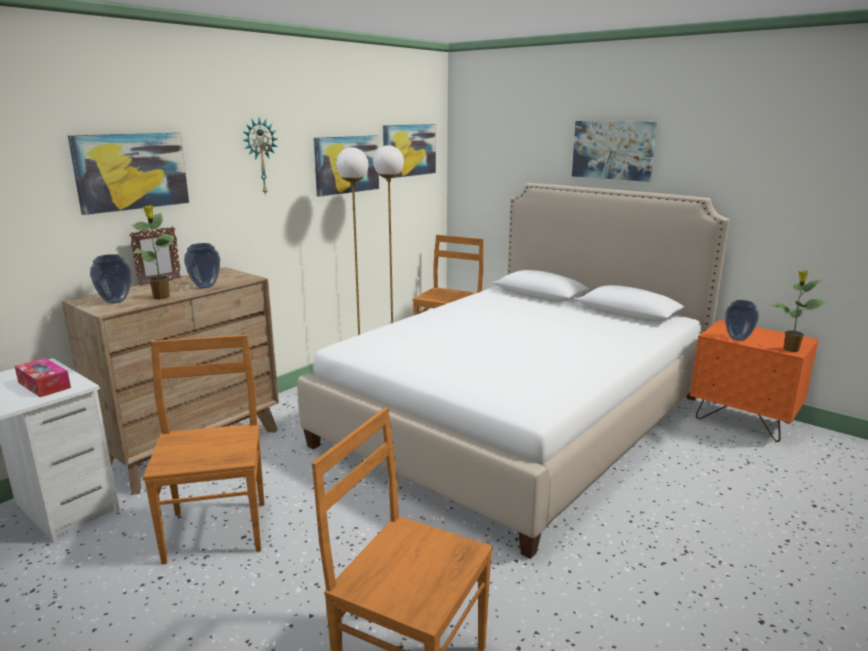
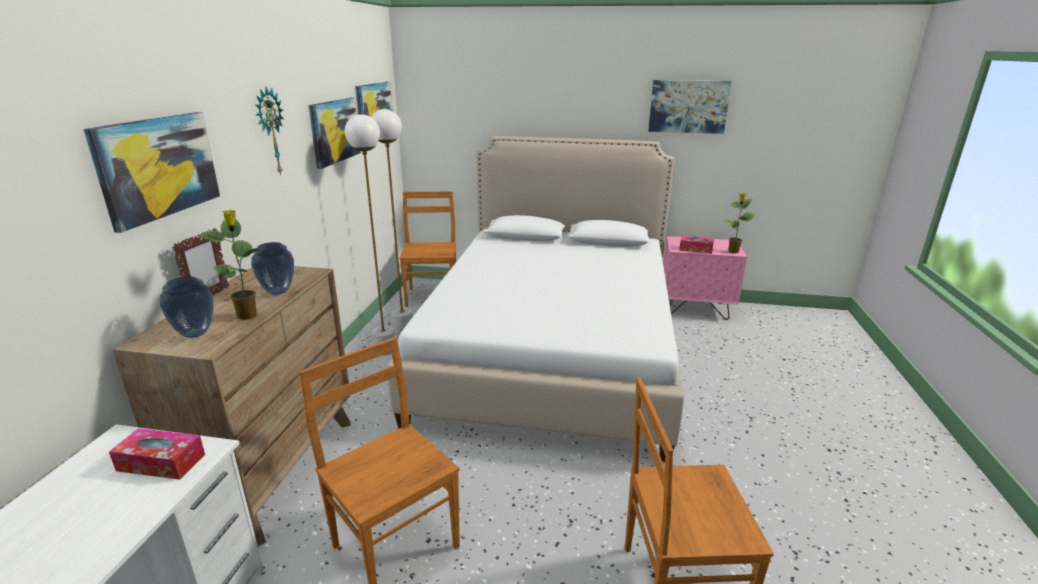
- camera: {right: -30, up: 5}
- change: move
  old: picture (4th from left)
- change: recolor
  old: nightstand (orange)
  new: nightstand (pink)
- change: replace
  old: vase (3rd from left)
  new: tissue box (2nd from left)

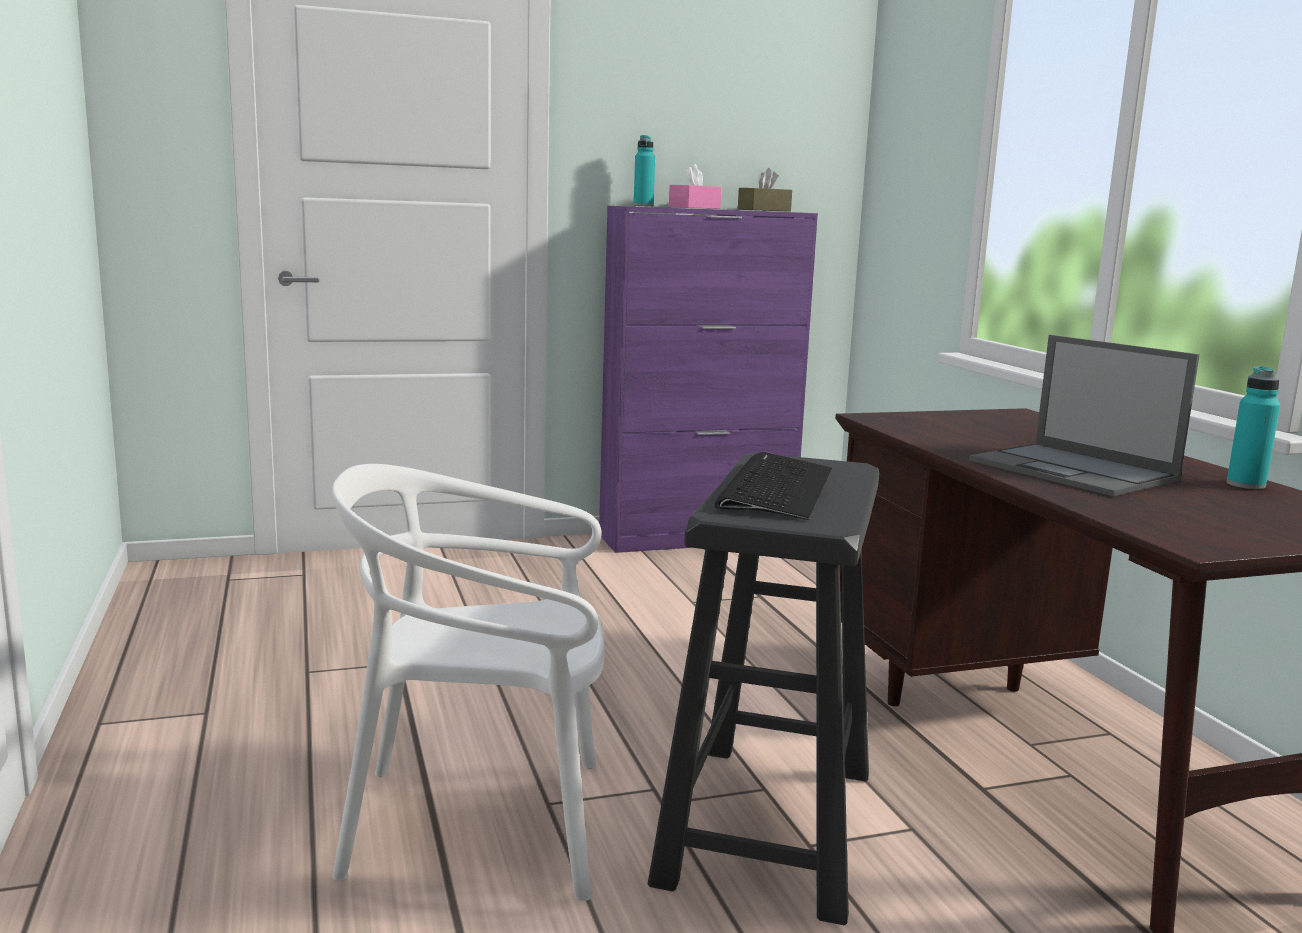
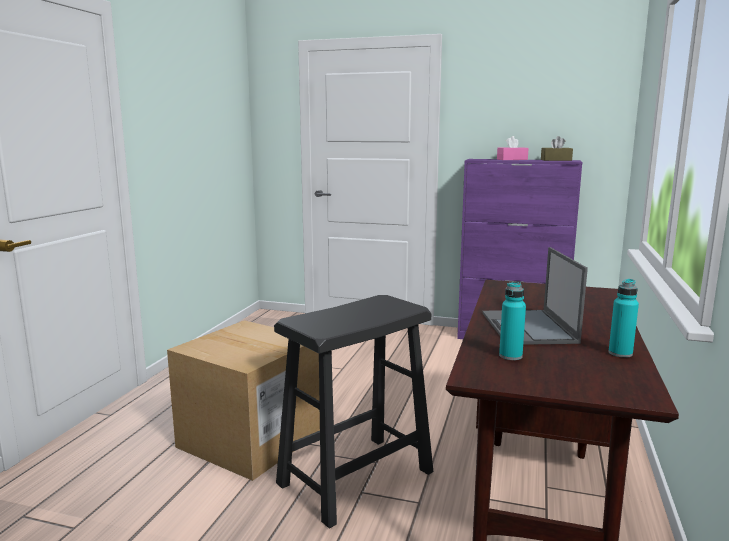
- camera: {right: 35, up: 0}
- change: replace
  old: chair (white)
  new: cardboard box
- change: move
  old: bottle (turquoise) (1st from left)
- change: delete
  old: keyboard

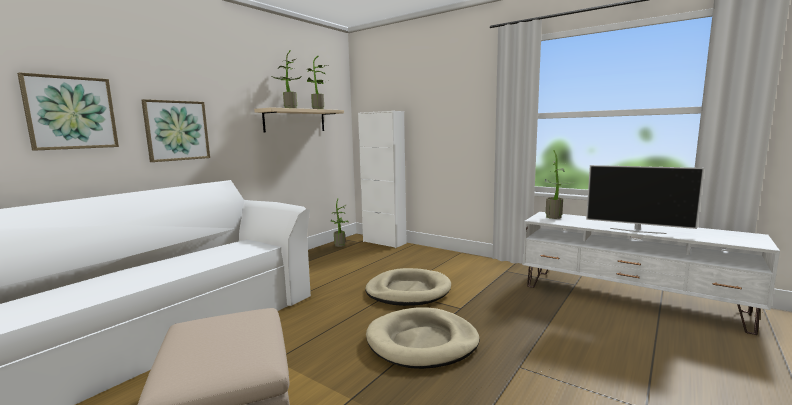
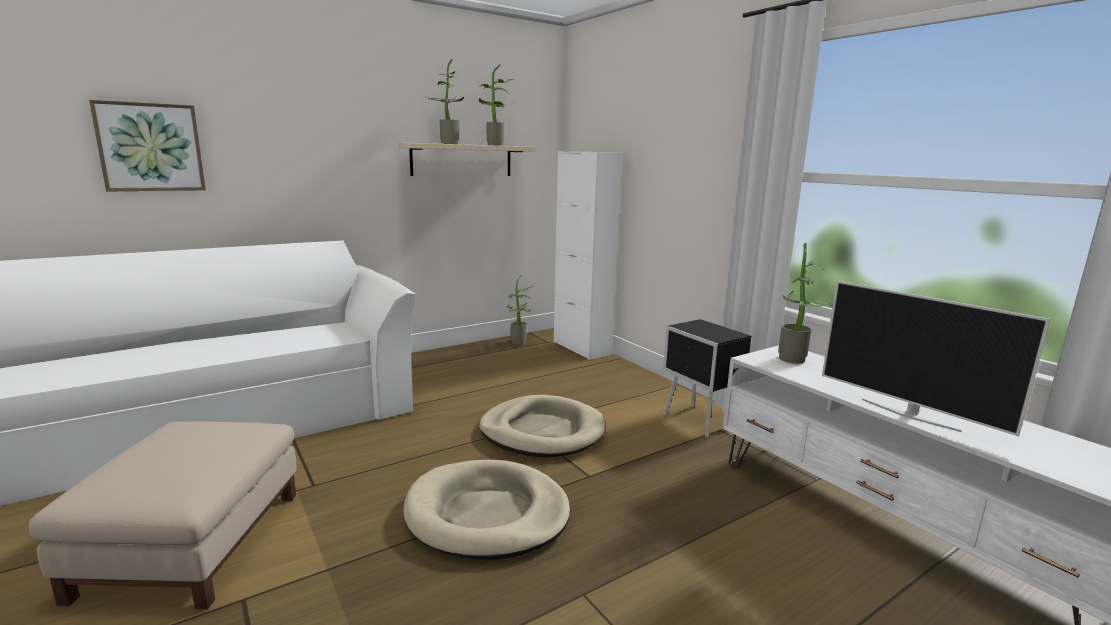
- camera: {right: 20, up: 5}
- change: delete
  old: picture (2nd from left)
- change: insert
  new: nightstand (black)

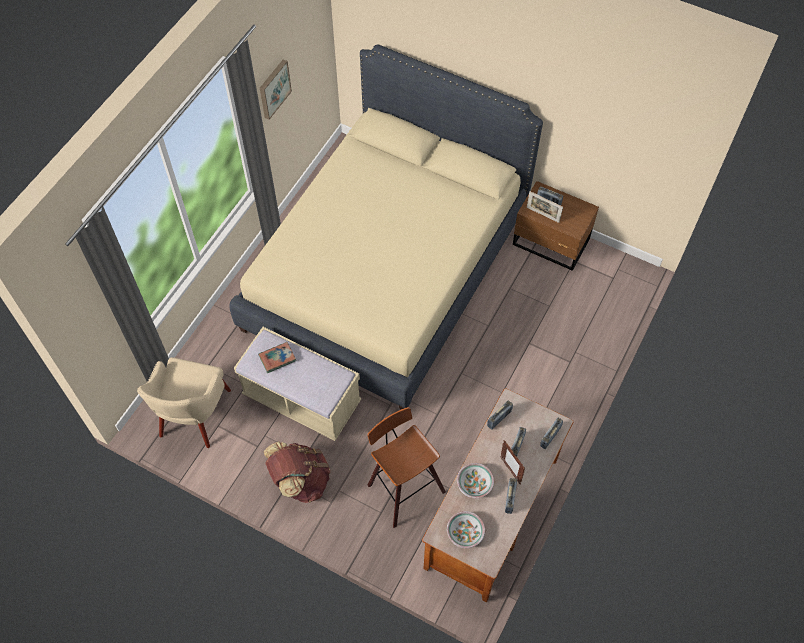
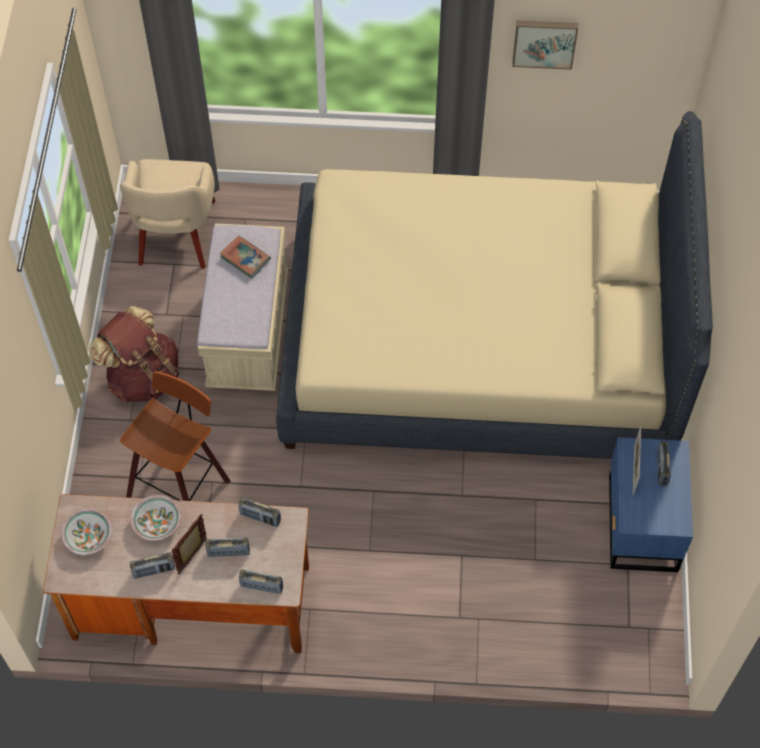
- camera: {right: 65, up: 0}
- change: rotate
  old: armchair (beige)
  degrees: -75
- change: recolor
  old: nightstand (brown)
  new: nightstand (blue)

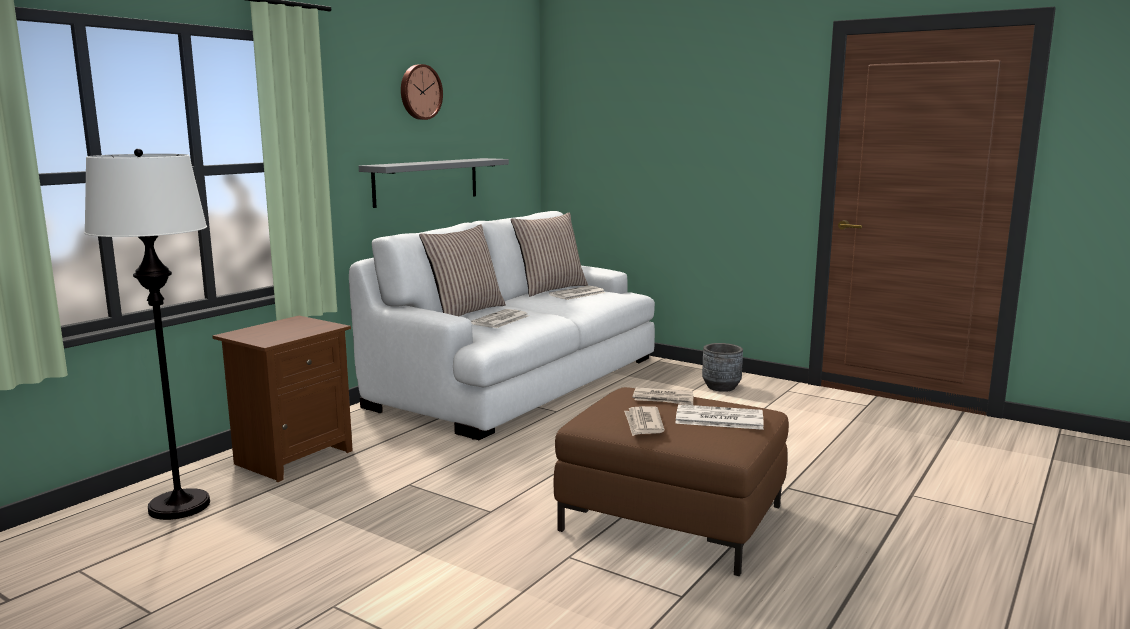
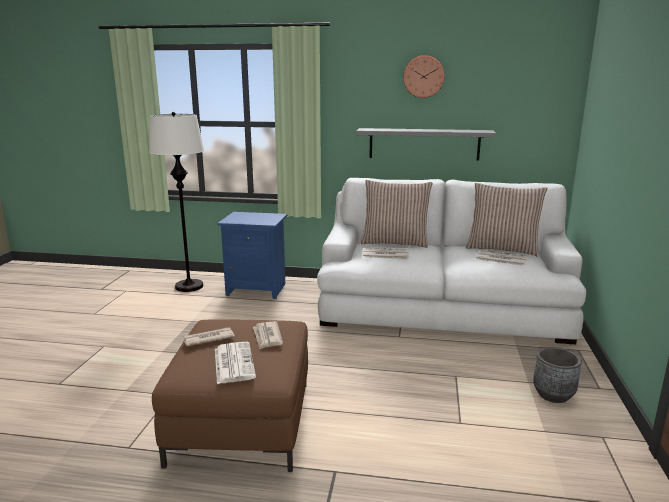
- camera: {right: 65, up: 5}
- change: recolor
  old: nightstand (brown)
  new: nightstand (blue)

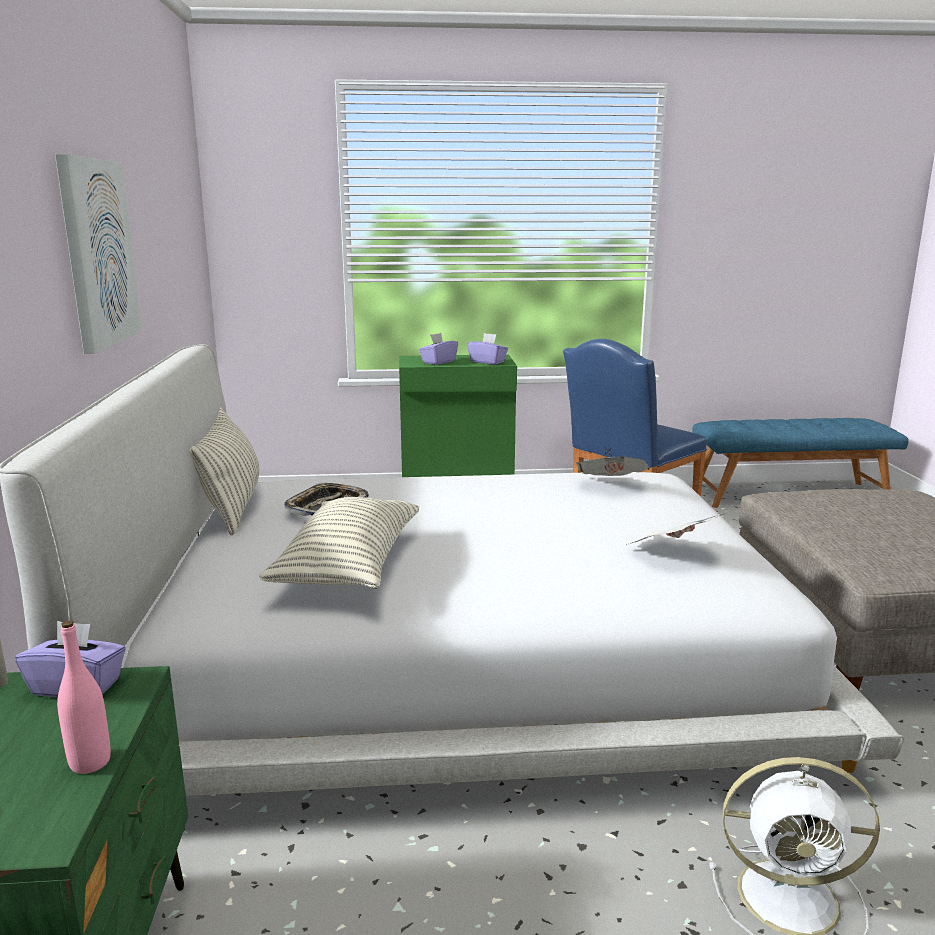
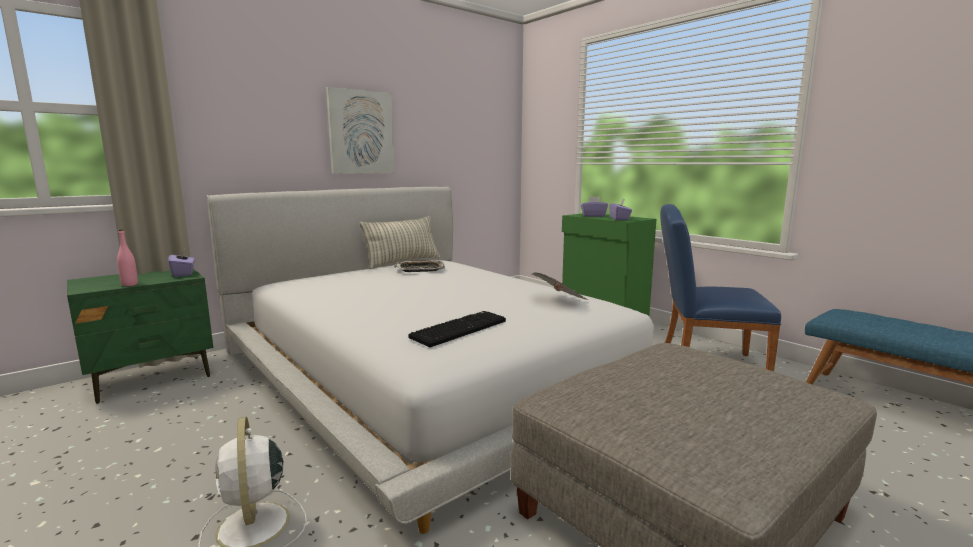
- camera: {right: 55, up: -5}
- change: delete
  old: pillow (2nd from left)
- change: replace
  old: newspaper (2nd from left)
  new: keyboard

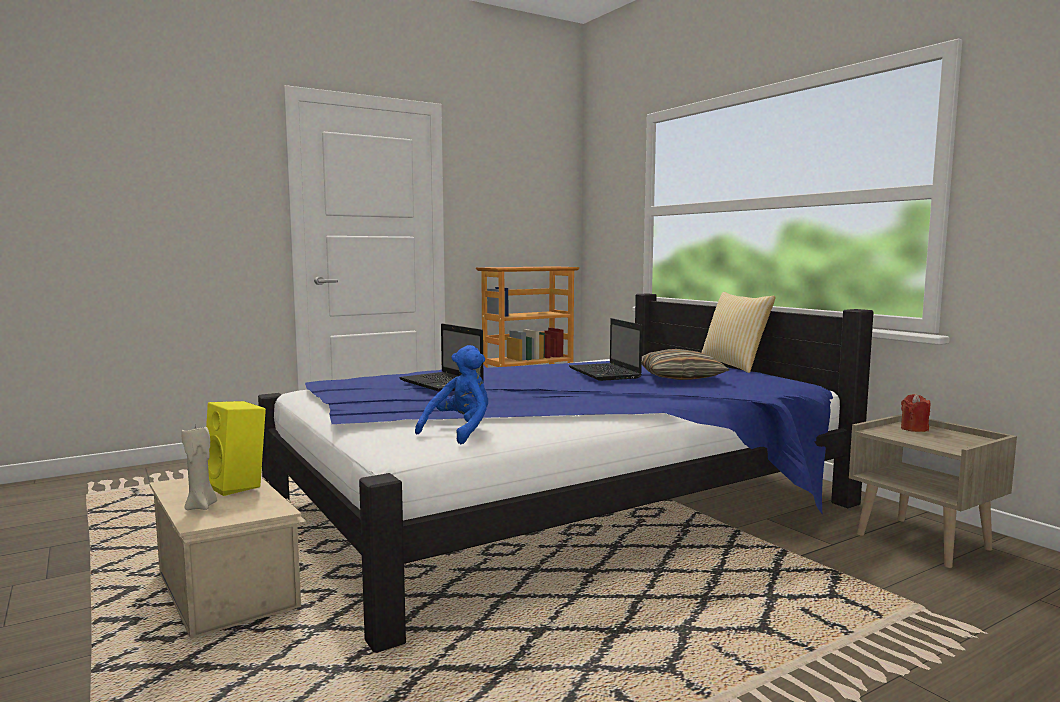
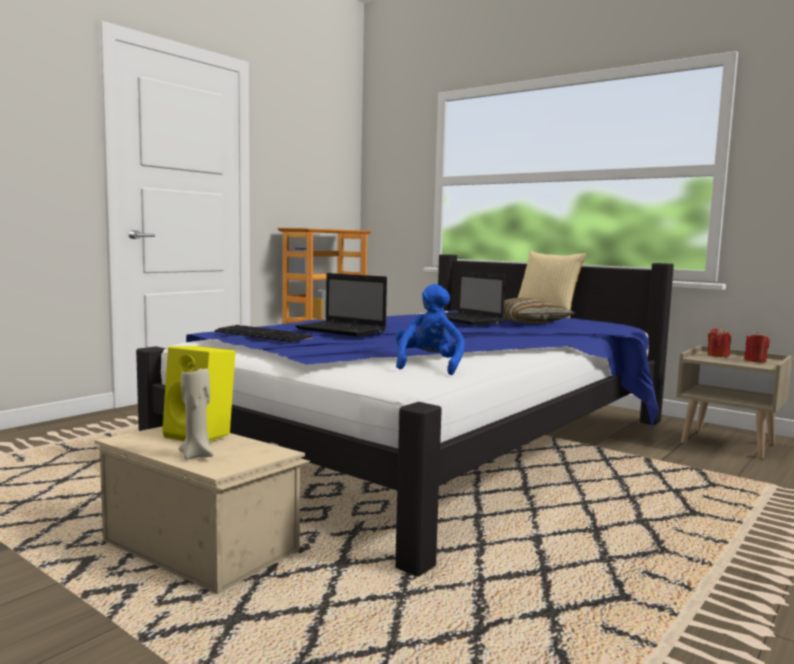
- camera: {right: -20, up: 0}
- change: insert
  new: keyboard
- change: insert
  new: candle (red) (2nd from left)

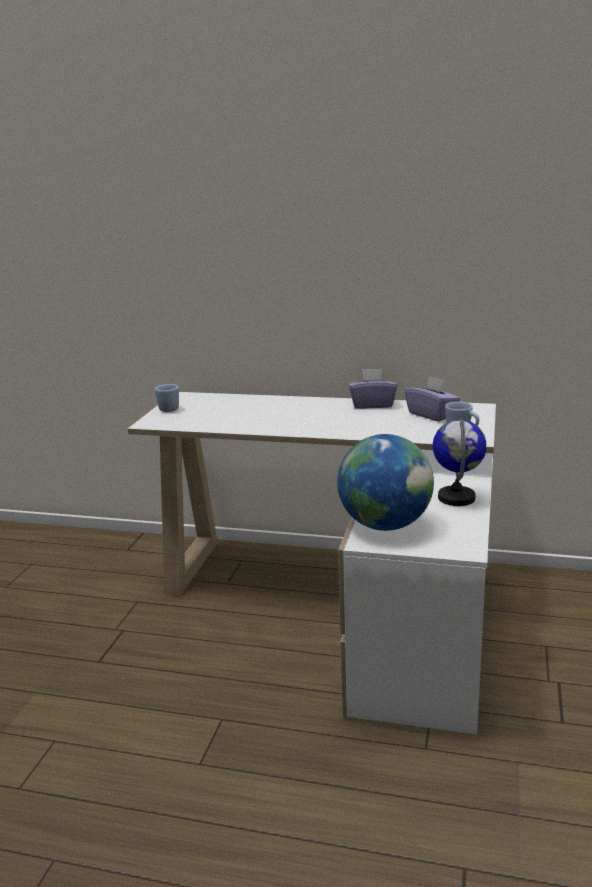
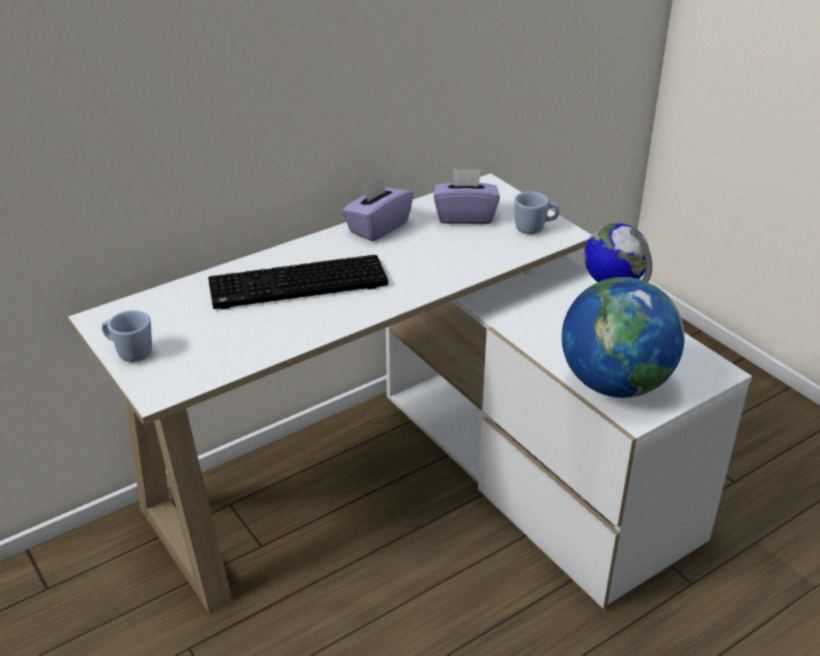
- camera: {right: -50, up: 15}
- change: insert
  new: keyboard

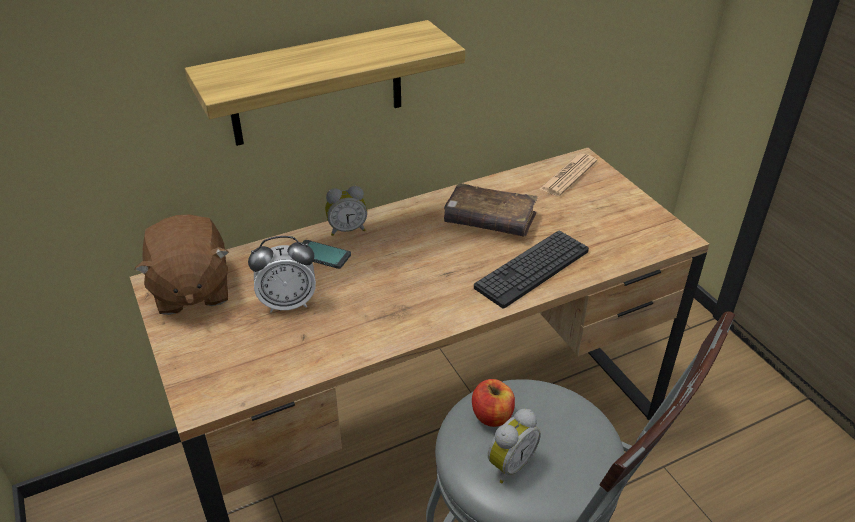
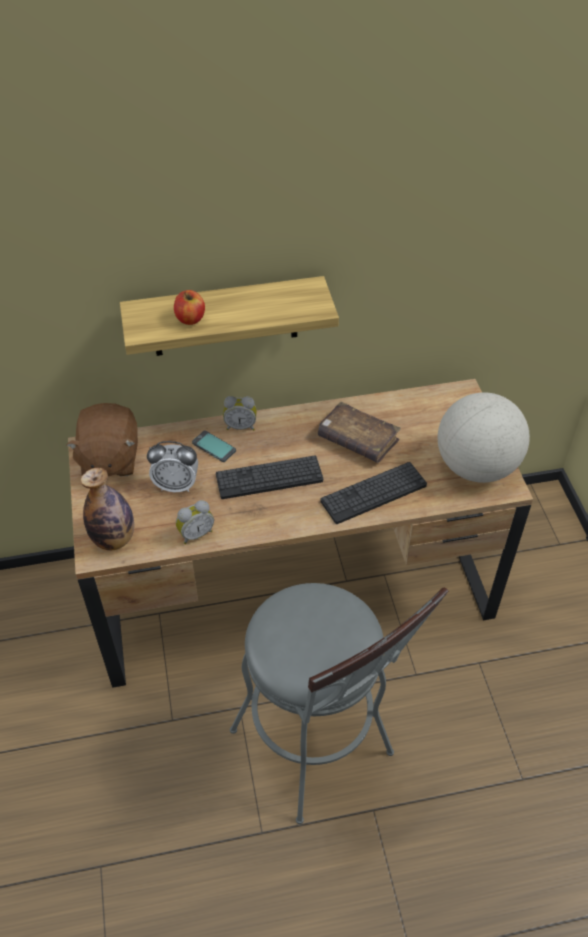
- camera: {right: 15, up: 10}
- change: move
  old: apple
- change: move
  old: alarm clock (3rd from left in the first image)
  new: alarm clock (2nd from left)
- change: delete
  old: newspaper
- change: insert
  new: bottle
- change: insert
  new: keyboard (1st from left)
- change: insert
  new: globe

